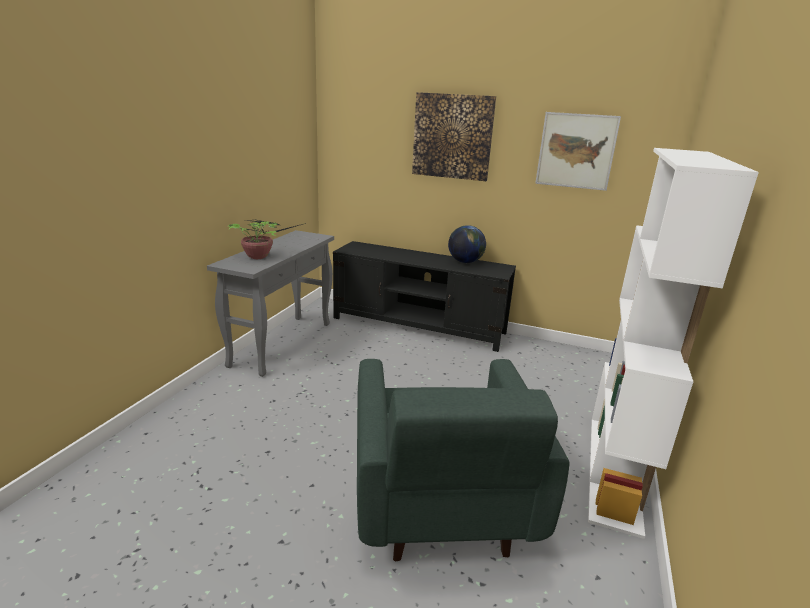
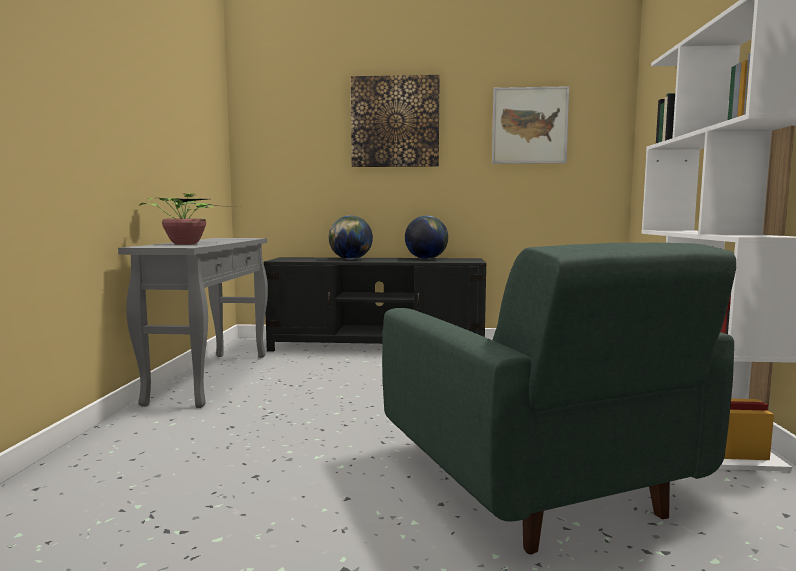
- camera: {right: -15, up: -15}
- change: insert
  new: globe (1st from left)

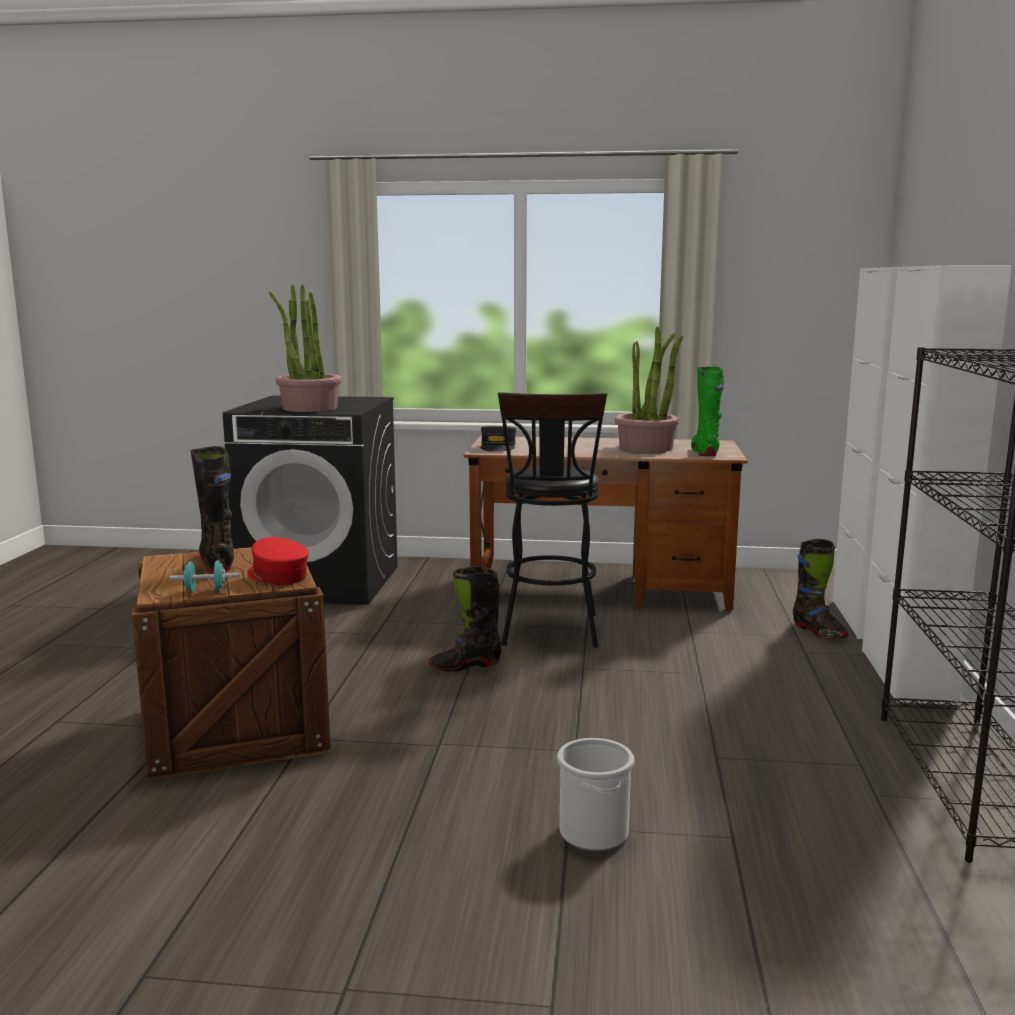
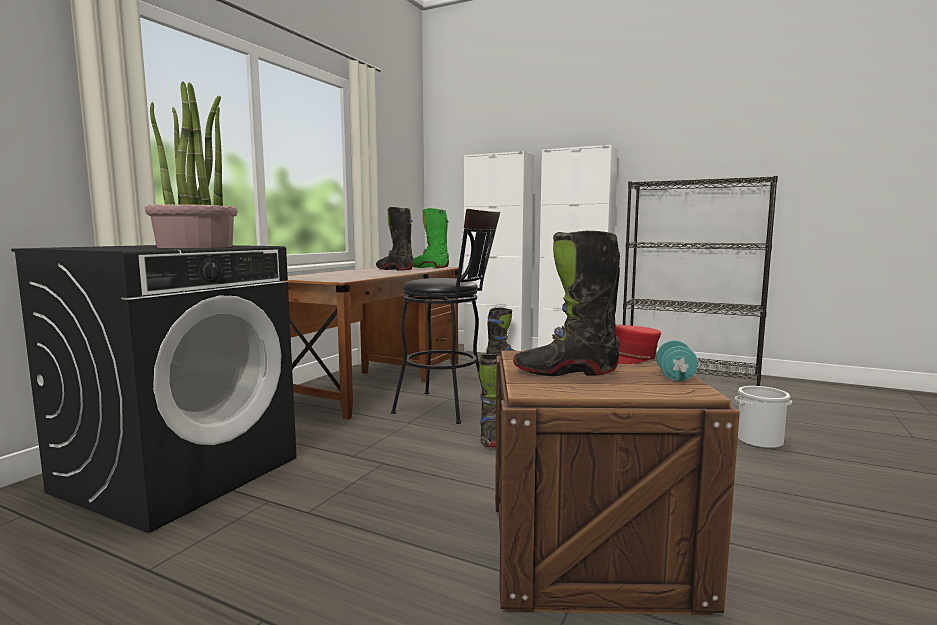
- camera: {right: -70, up: -5}
- change: delete
  old: cap (grey)
- change: replace
  old: potted plant (2nd from left)
  new: boot (black) (1st from left)

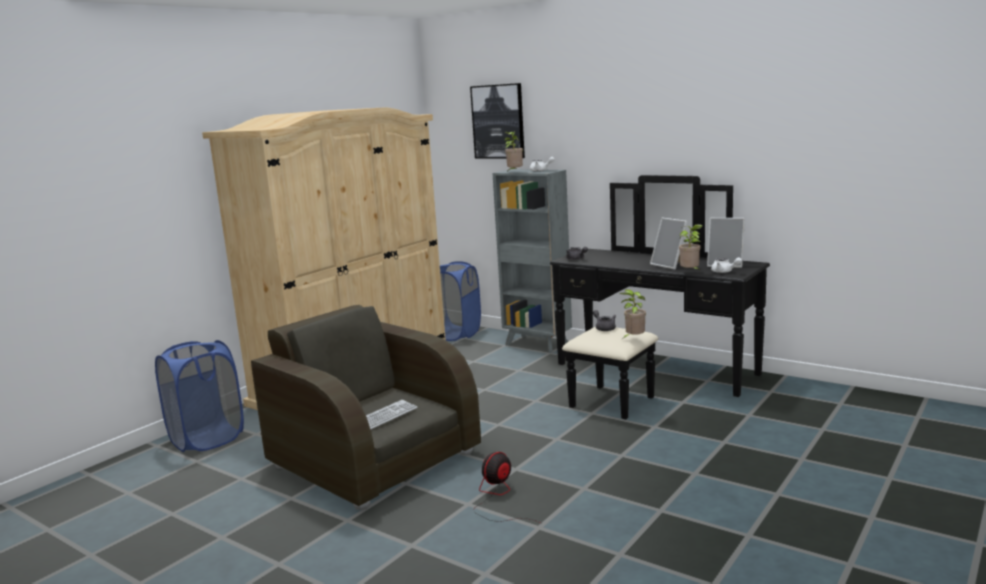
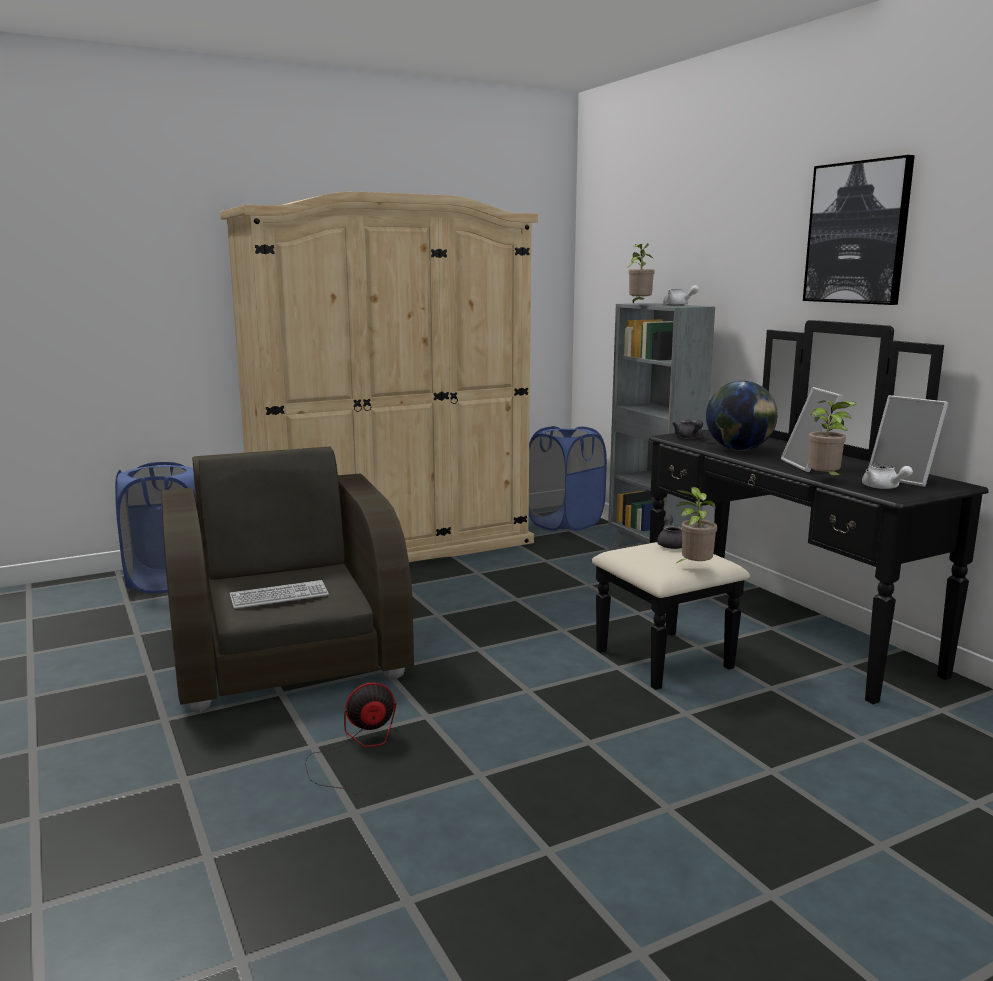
- camera: {right: 25, up: 0}
- change: move
  old: picture
- change: insert
  new: globe

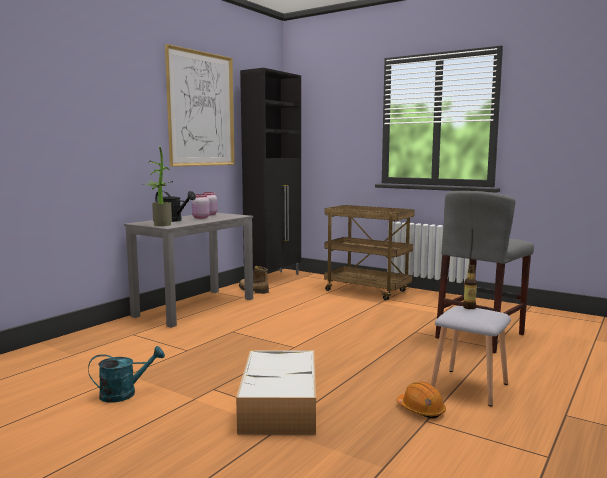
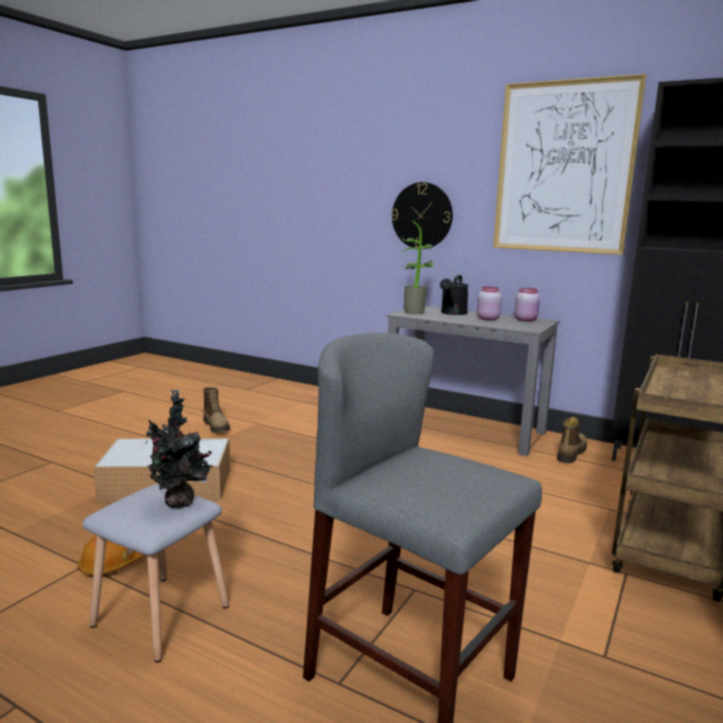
- camera: {right: 85, up: 5}
- change: replace
  old: watering can (turquoise)
  new: boot (1st from left)
- change: replace
  old: bottle
  new: potted plant (1st from left)
- change: insert
  new: wall clock

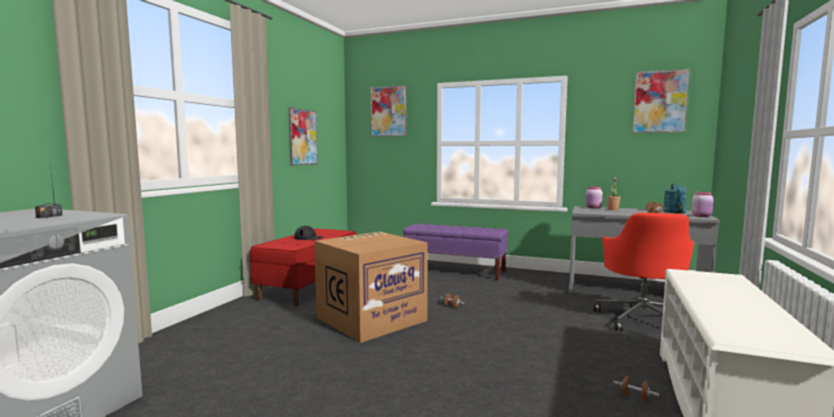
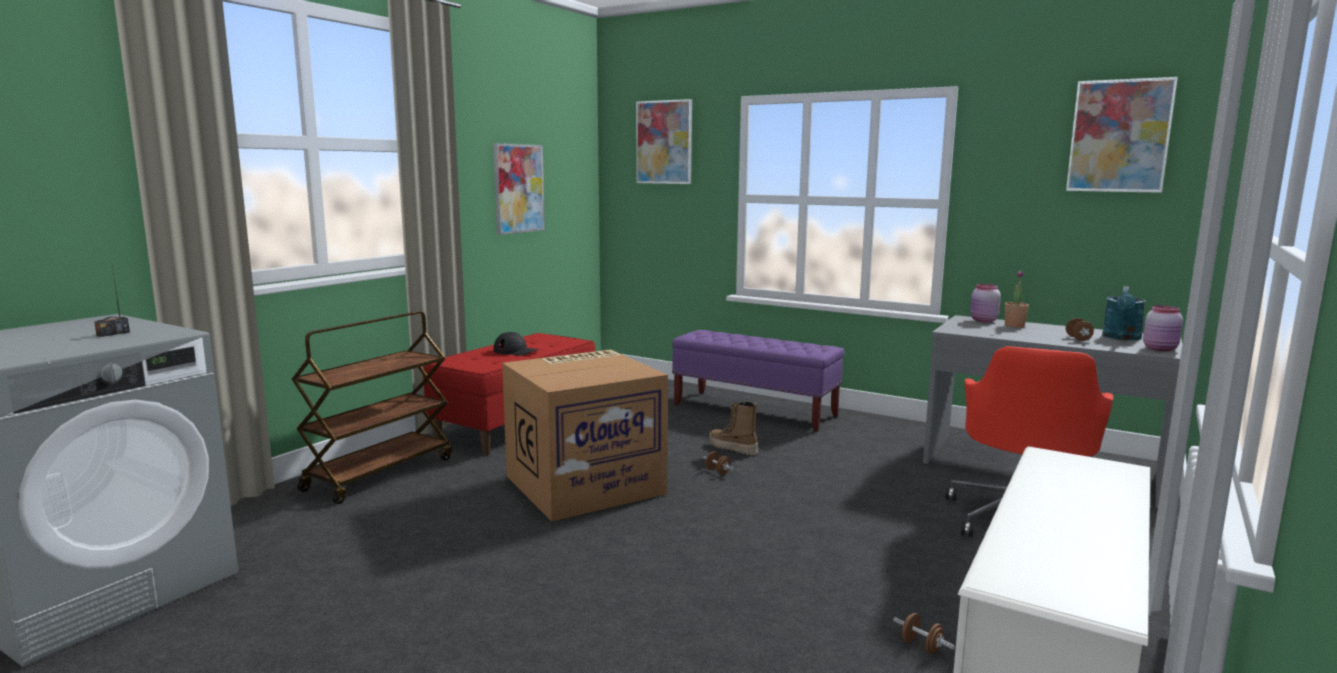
- camera: {right: 10, up: 5}
- change: insert
  new: cart (brown)
- change: insert
  new: boot

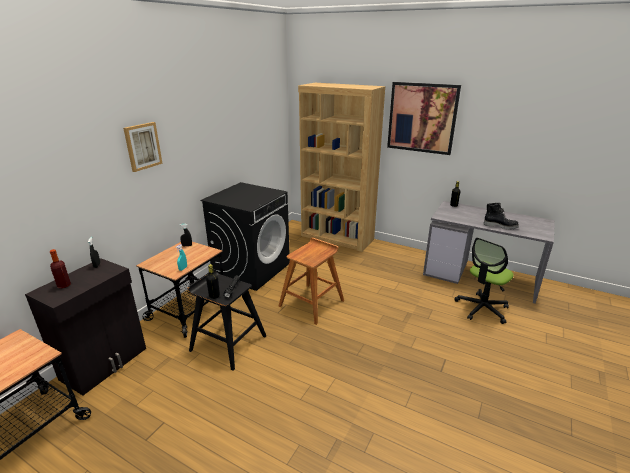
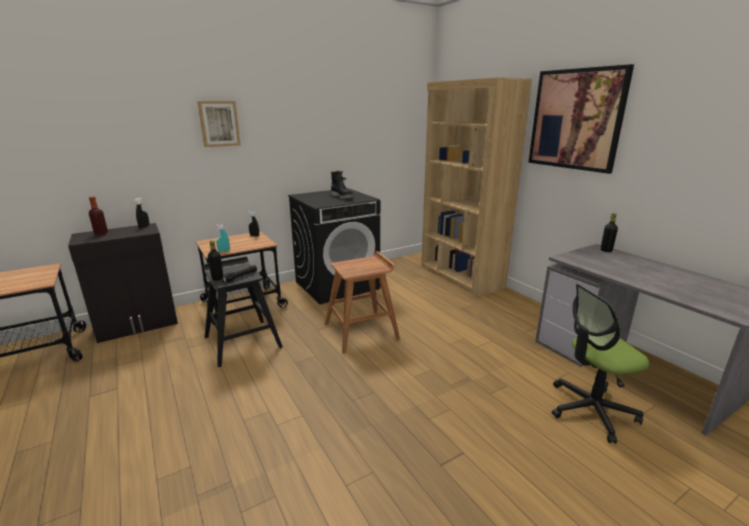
- camera: {right: 30, up: -5}
- change: move
  old: boot (black)

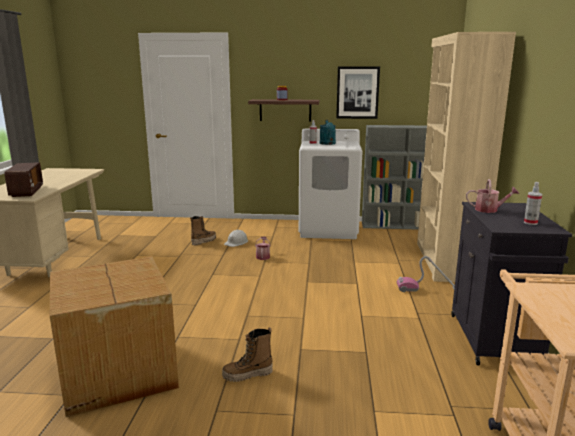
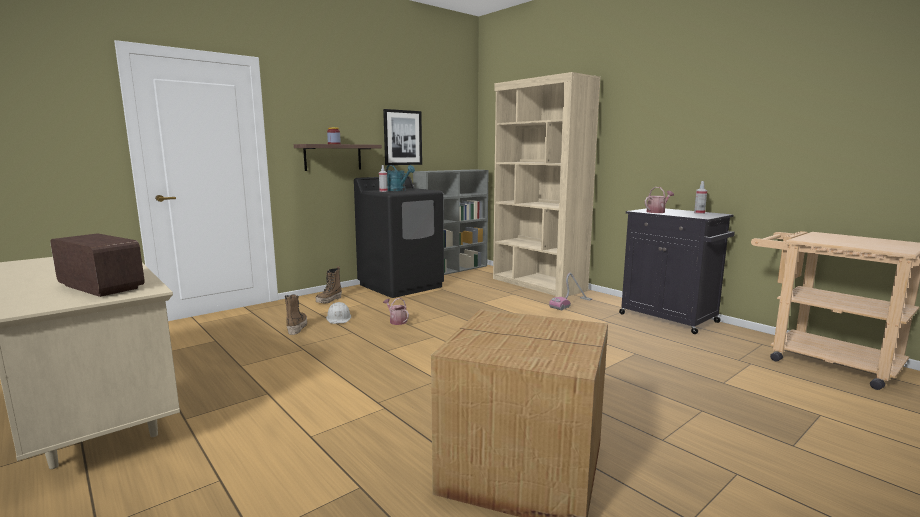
- camera: {right: -45, up: -5}
- change: move
  old: boot (2nd from left)
- change: recolor
  old: washing machine (white)
  new: washing machine (black)

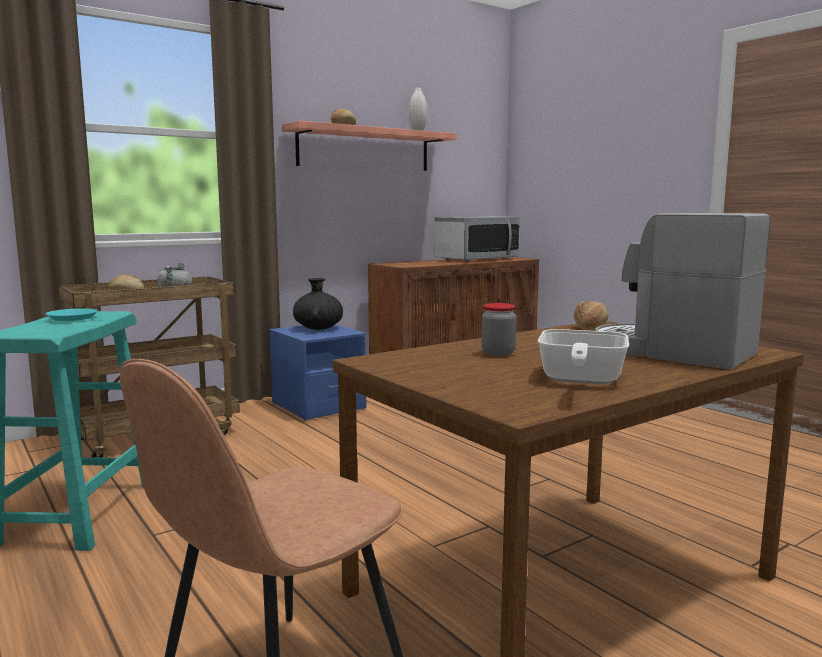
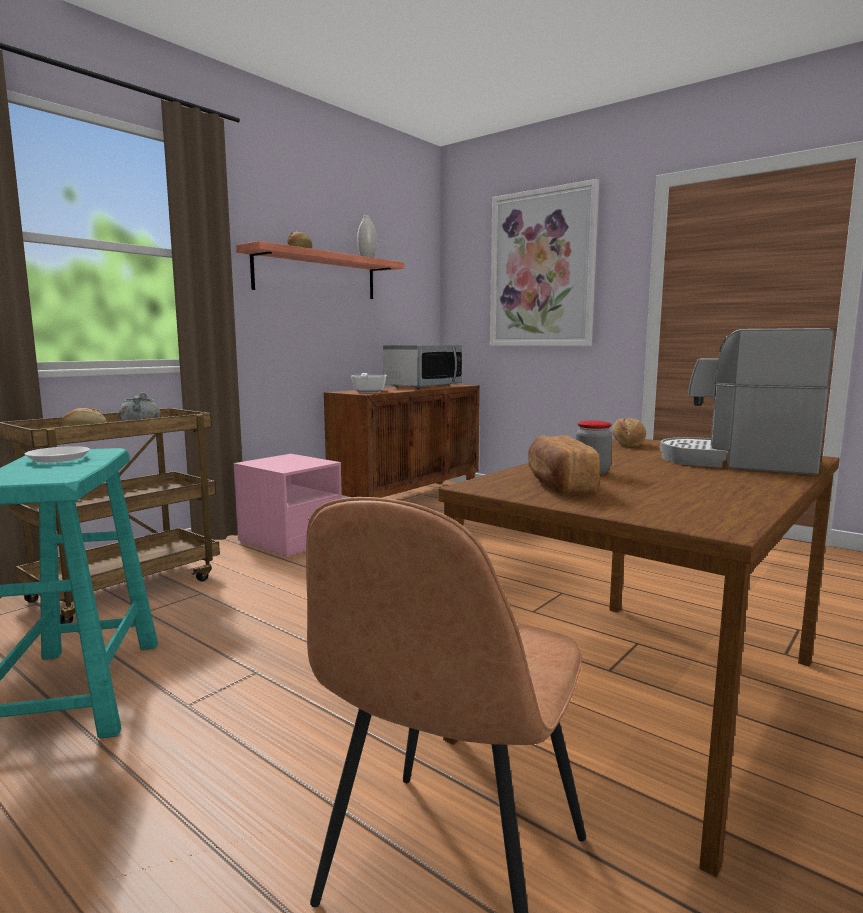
- camera: {right: -15, up: 0}
- change: recolor
  old: plate (turquoise)
  new: plate (white)
- change: recolor
  old: nightstand (blue)
  new: nightstand (pink)
- change: delete
  old: vase (black)
- change: move
  old: frying pan
- change: insert
  new: picture
- change: insert
  new: bread (3rd from left)

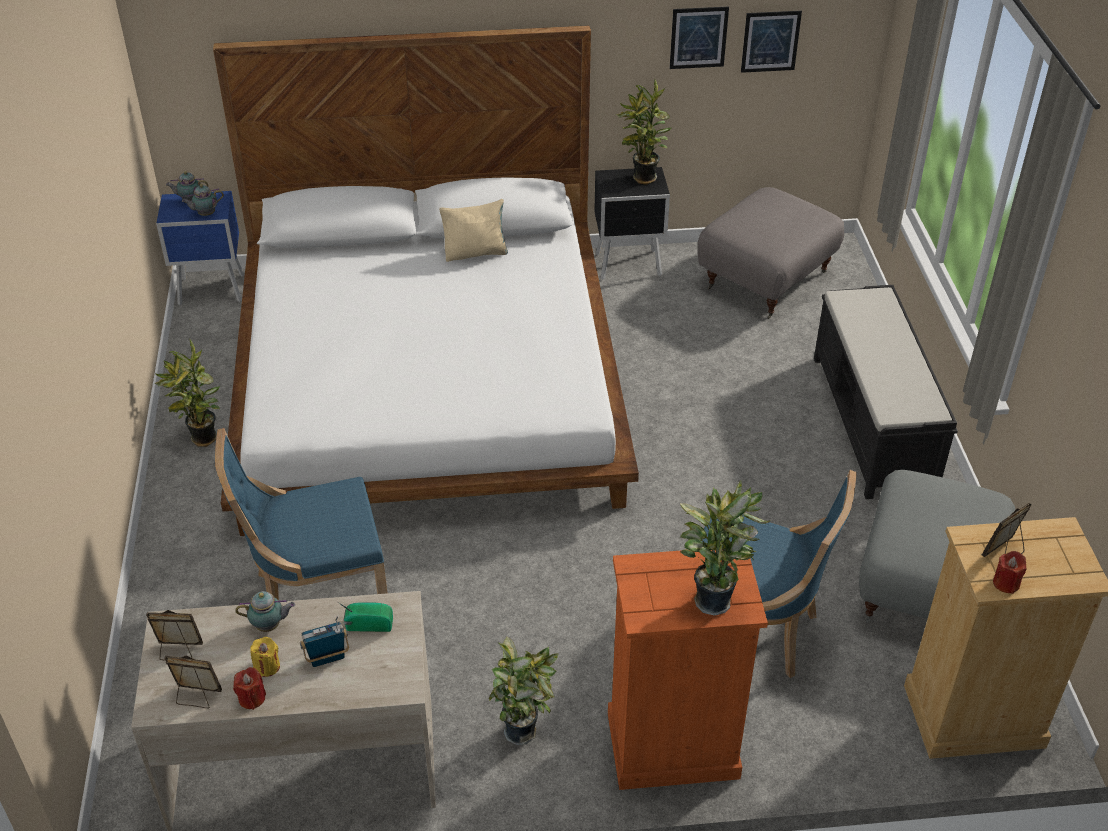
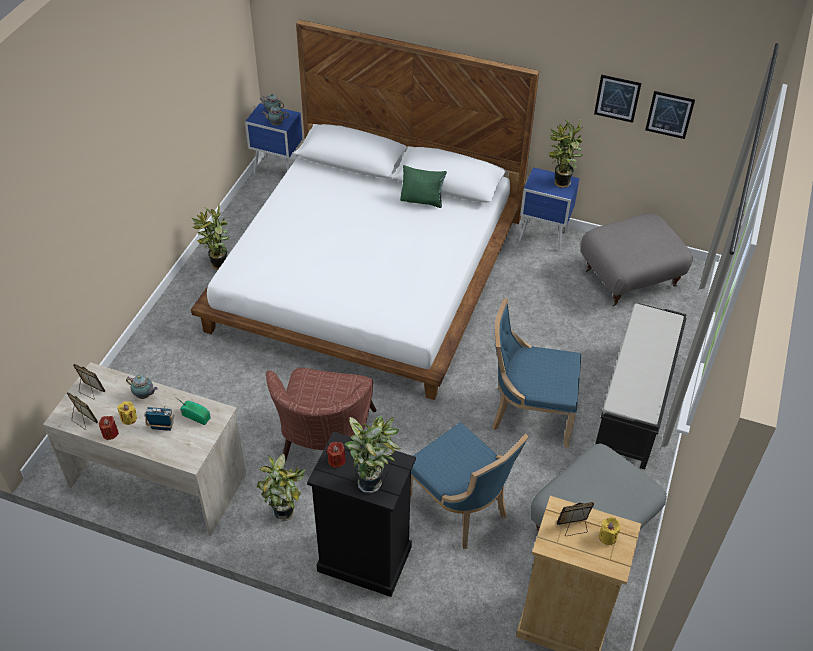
- camera: {right: 25, up: 5}
- change: move
  old: chair (blue) (1st from left in the first image)
  new: chair (blue) (2nd from left)
- change: recolor
  old: pillow (beige)
  new: pillow (green)
- change: recolor
  old: nightstand (black)
  new: nightstand (blue) (2nd from left)
- change: recolor
  old: dresser (orange)
  new: dresser (black)
- change: move
  old: candle (red) (2nd from left)
- change: insert
  new: armchair (brown)
- change: insert
  new: candle (yellow) (2nd from left)

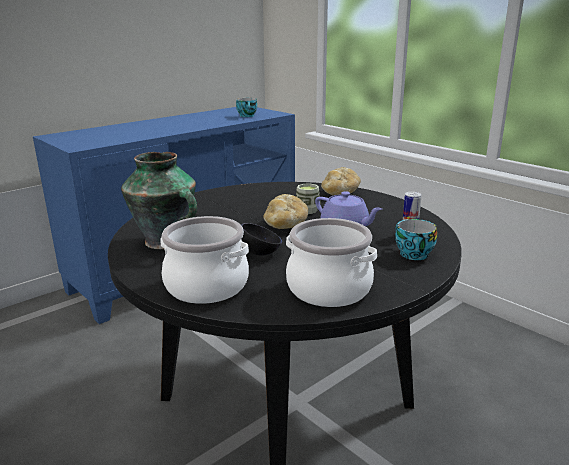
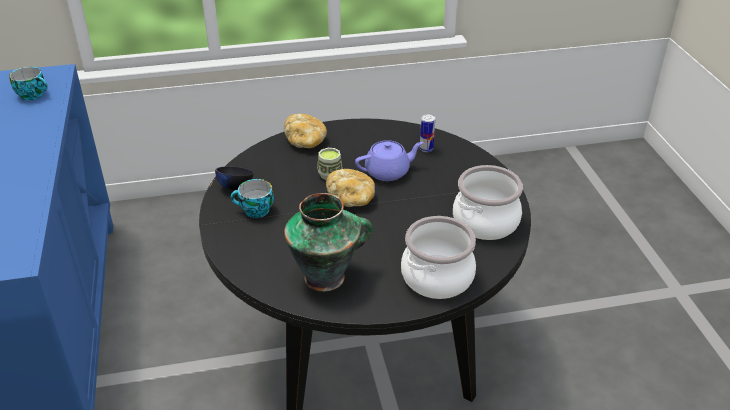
- camera: {right: -60, up: 15}
- change: move
  old: bowl (black)
- change: move
  old: cup (3rd from left in the first image)
  new: cup (2nd from left)

